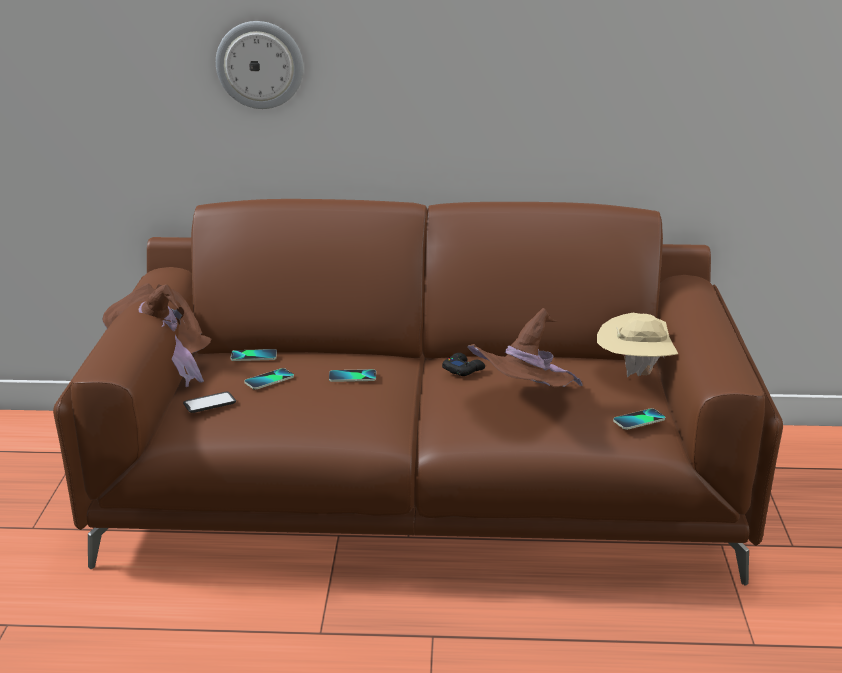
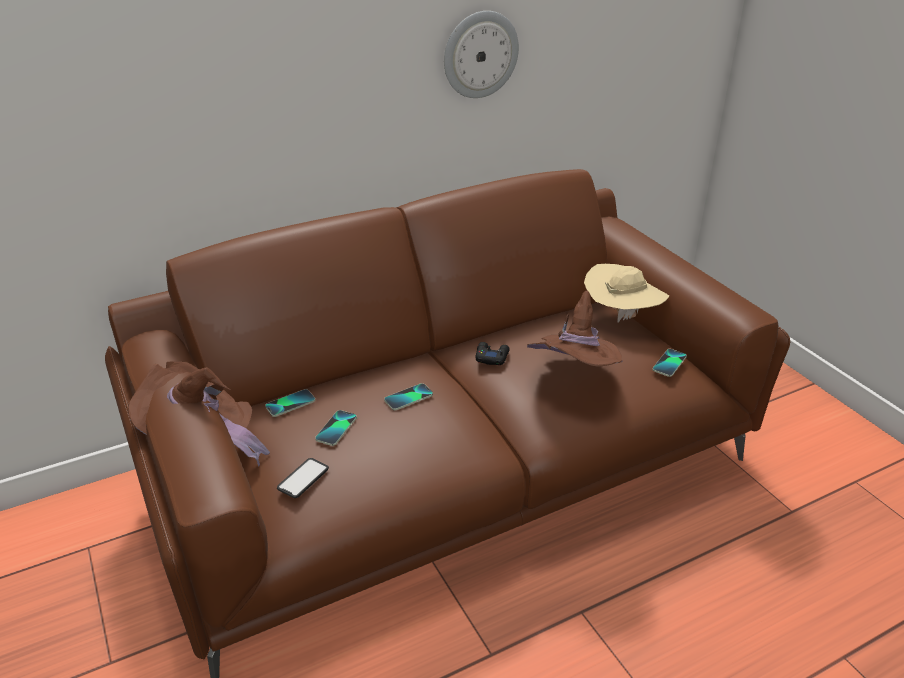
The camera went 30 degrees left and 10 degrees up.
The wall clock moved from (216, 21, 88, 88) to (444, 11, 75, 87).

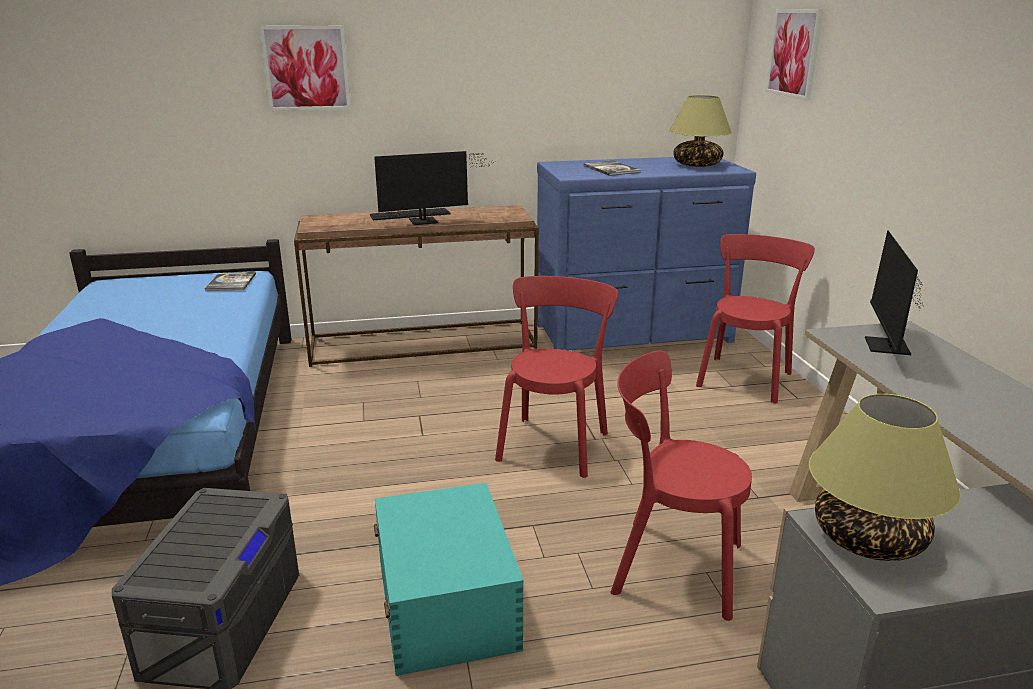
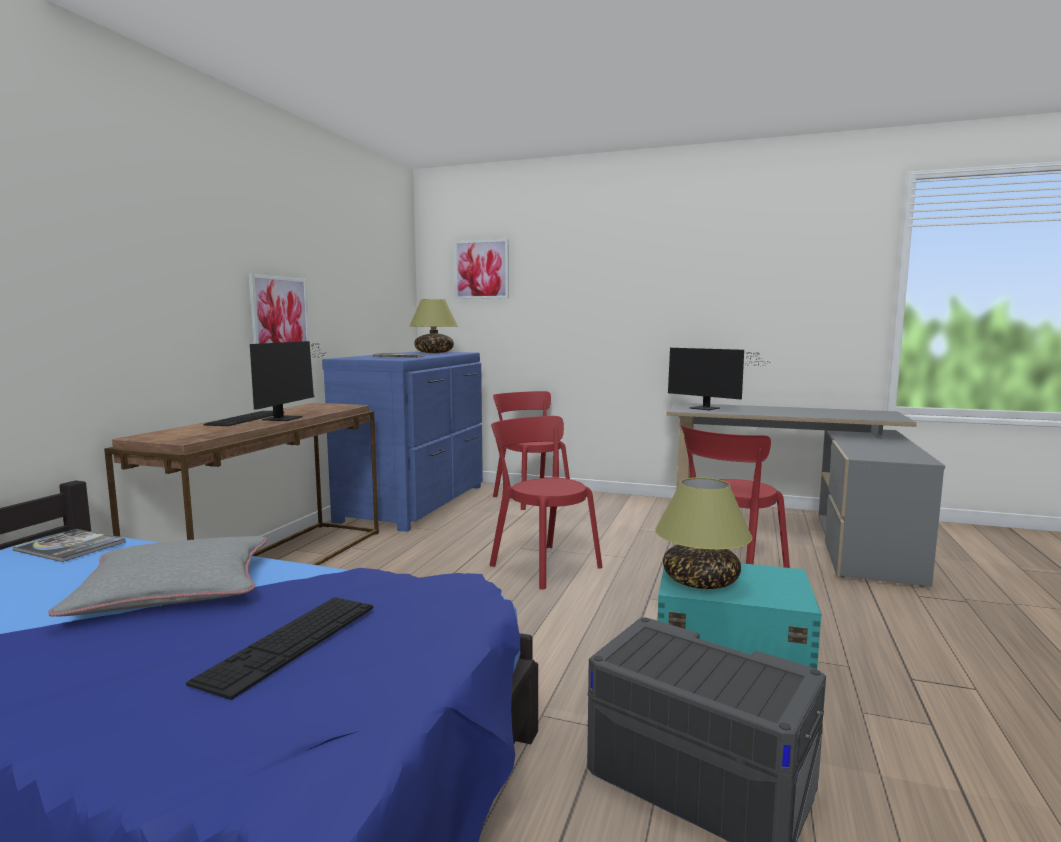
The camera went 60 degrees left and 15 degrees down.
The grey pillow at (48, 536, 219, 80) appeared.
The keyboard at (186, 597, 187, 103) appeared.
The picture moved from (259, 25, 92, 86) to (249, 274, 60, 70).
The table lamp moved from (809, 394, 152, 167) to (655, 478, 97, 111).

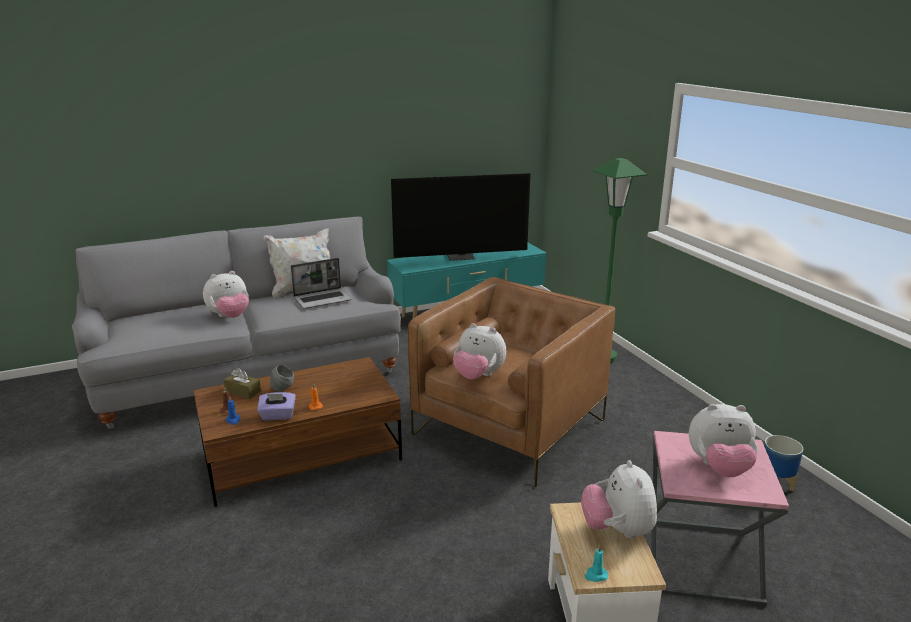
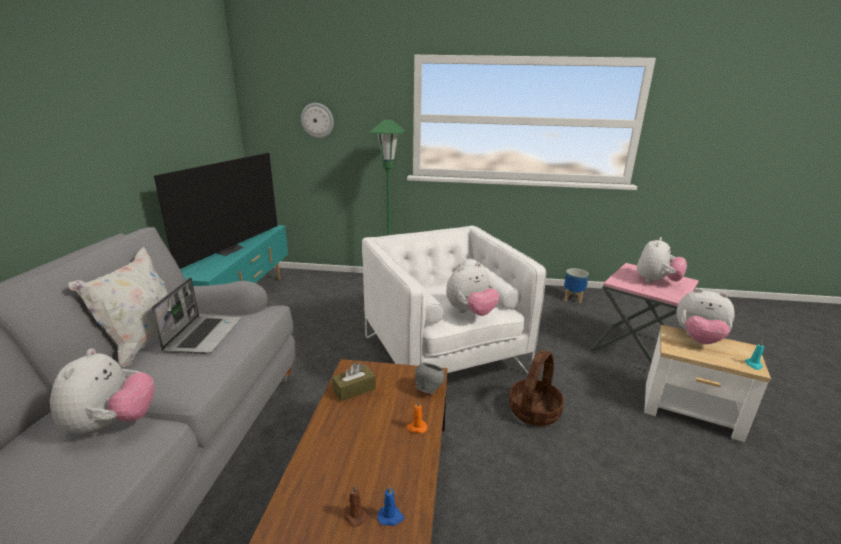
The camera went 60 degrees left and 0 degrees up.
The purple tissue box at (257, 392, 39, 29) disappeared.
The wall clock at (301, 103, 33, 35) appeared.
The basket at (509, 350, 55, 76) appeared.
The brown tissue box moved from (224, 368, 37, 31) to (332, 363, 44, 38).
The grey bowl moved from (270, 365, 24, 27) to (415, 362, 30, 32).
The brown armchair at (408, 277, 207, 210) became the white armchair at (362, 226, 184, 147).

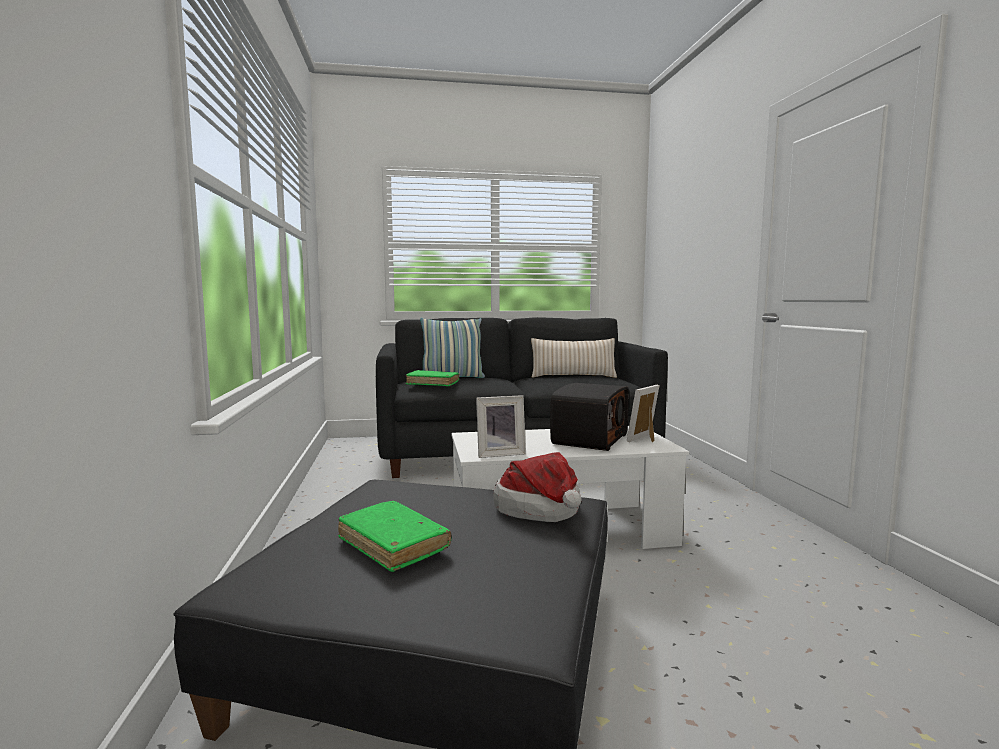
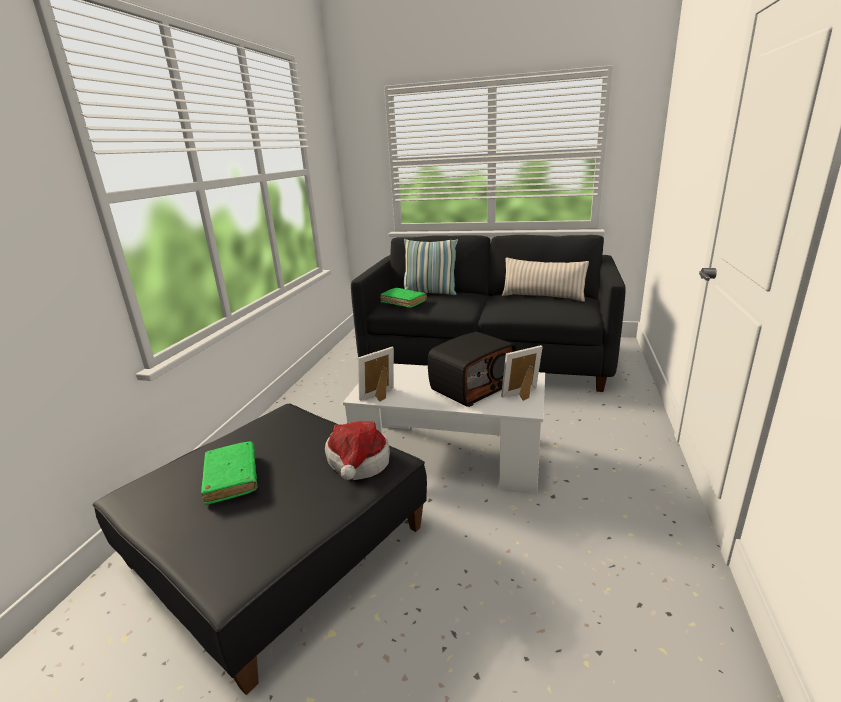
The camera went 25 degrees right and 15 degrees up.
The picture frame at (476, 395, 50, 63) turned 135 degrees clockwise.

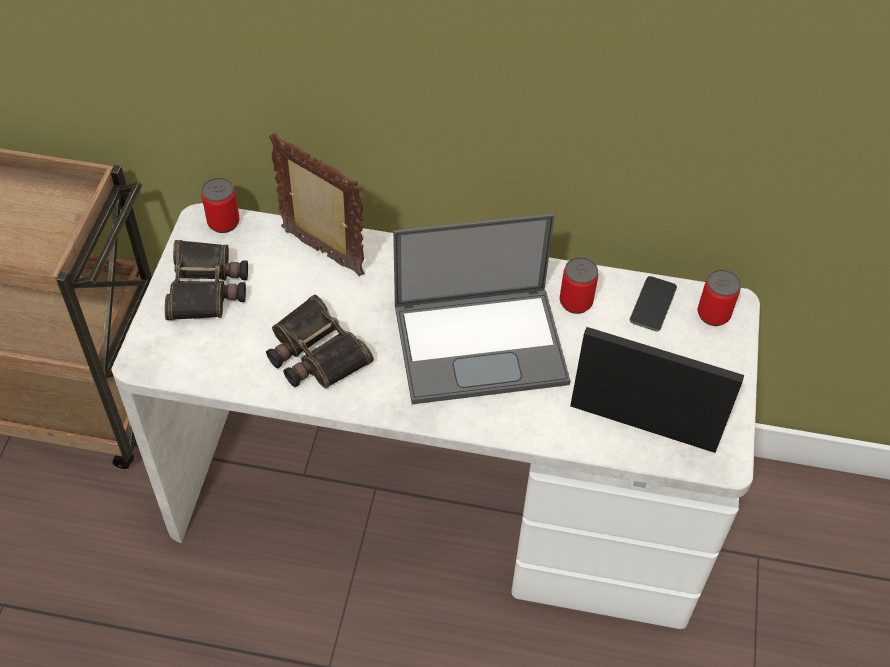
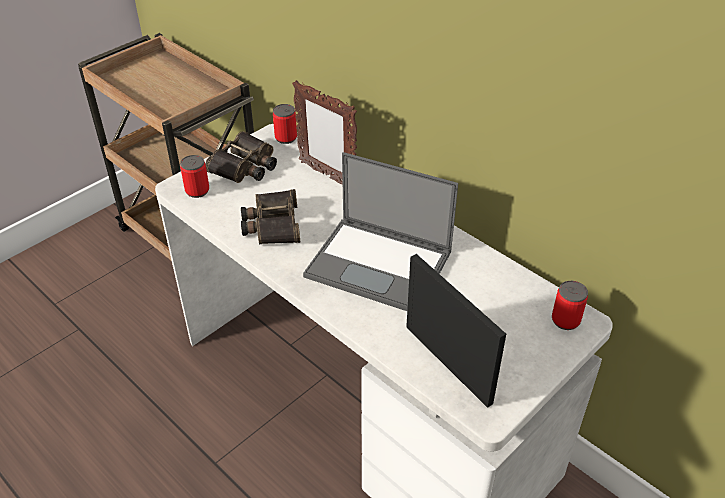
The camera went 35 degrees right and 10 degrees down.
The phone at (630, 276, 47, 55) disappeared.
The can moved from (560, 257, 38, 57) to (180, 155, 29, 43).
The picture frame at (269, 133, 95, 144) turned 150 degrees clockwise.

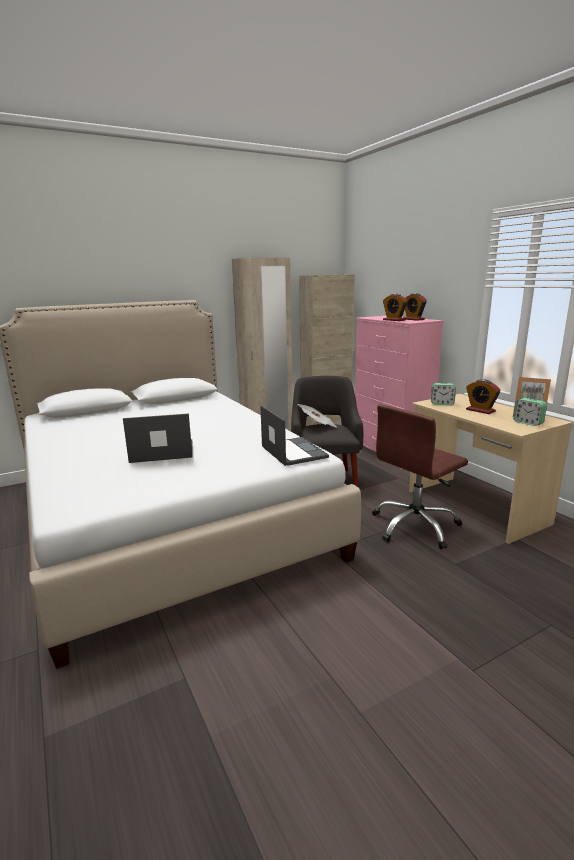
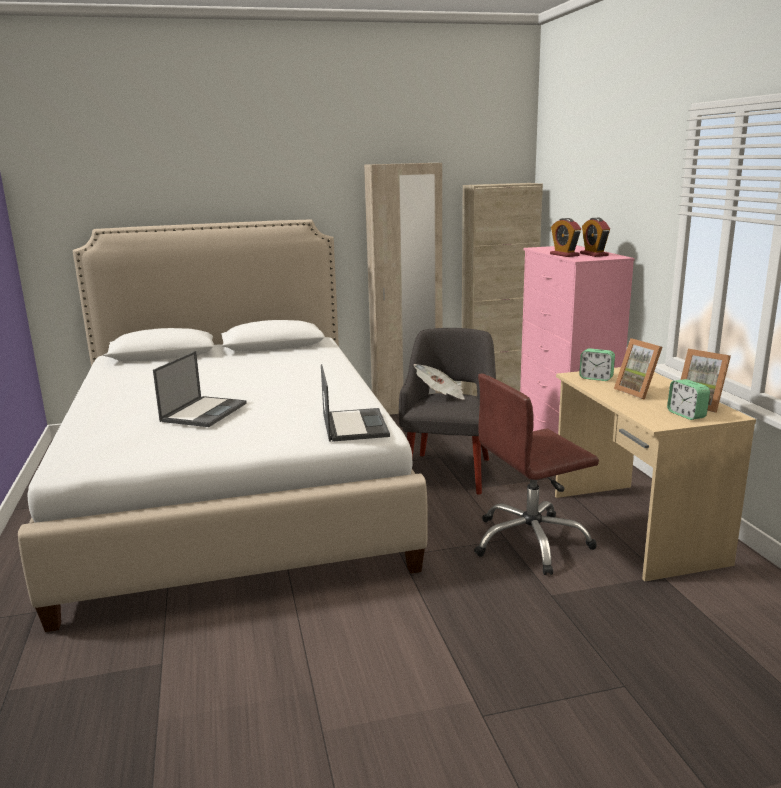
The camera went 15 degrees right and 0 degrees up.
The alarm clock at (466, 379, 35, 35) was replaced by the picture frame at (614, 338, 49, 62).
The laptop at (123, 413, 70, 50) turned 105 degrees clockwise.

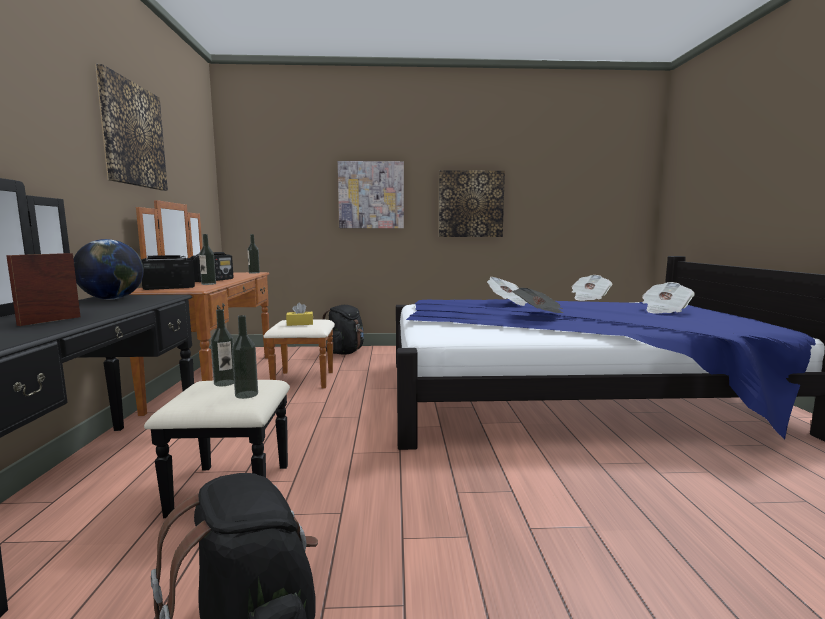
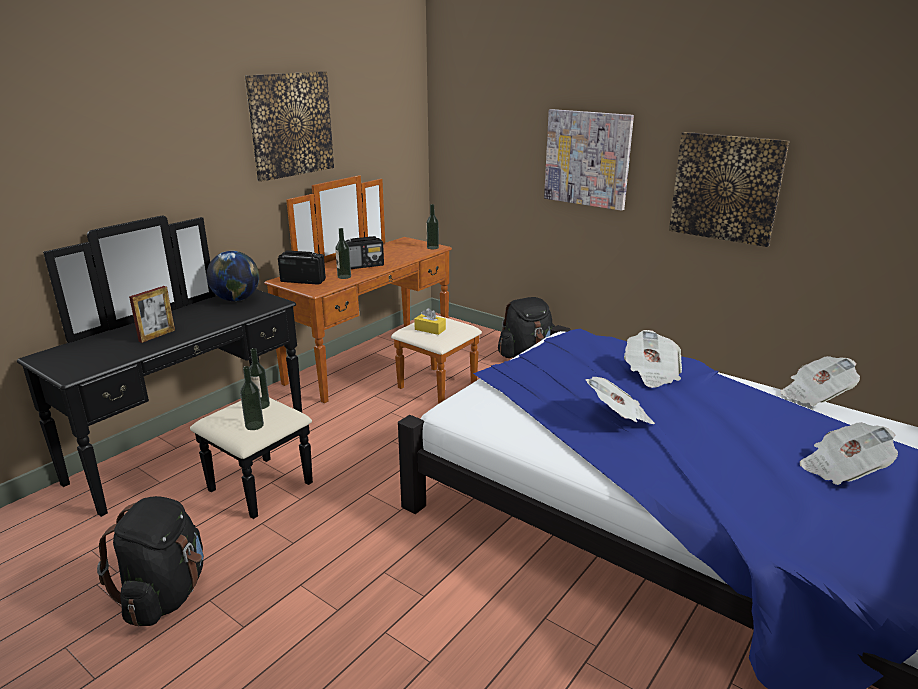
The camera went 40 degrees right and 15 degrees up.
The picture frame at (6, 253, 74, 73) turned 150 degrees clockwise.

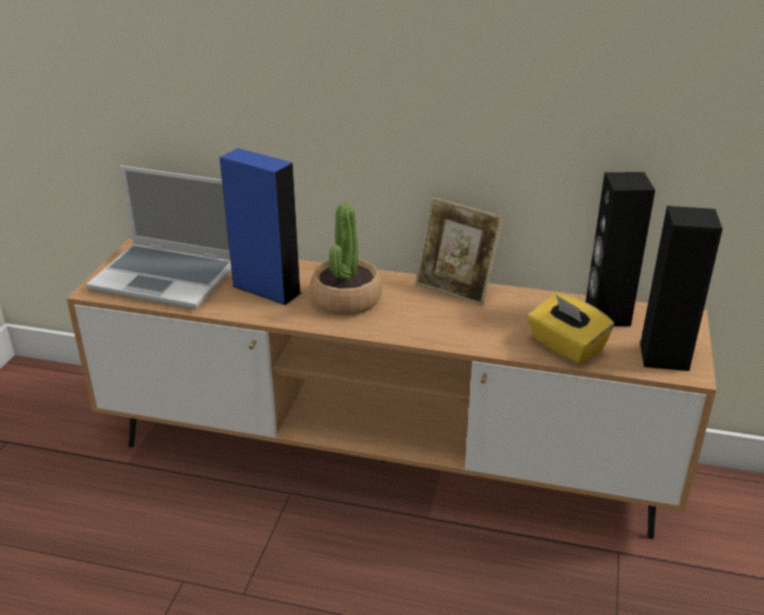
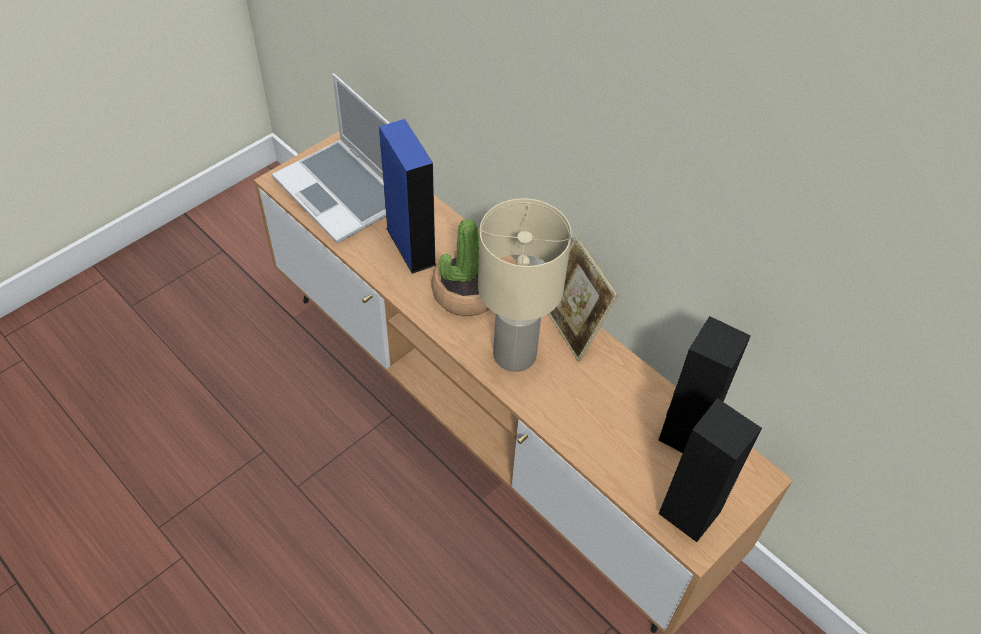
The camera went 30 degrees right and 20 degrees up.
The yellow tissue box at (528, 293, 86, 72) disappeared.
The beige table lamp at (478, 198, 94, 174) appeared.

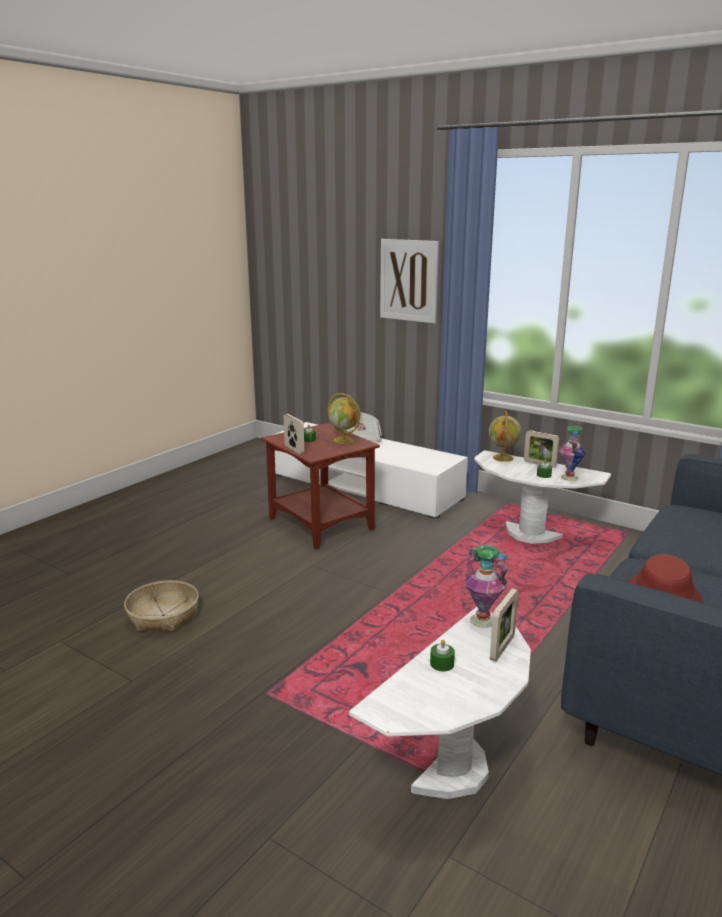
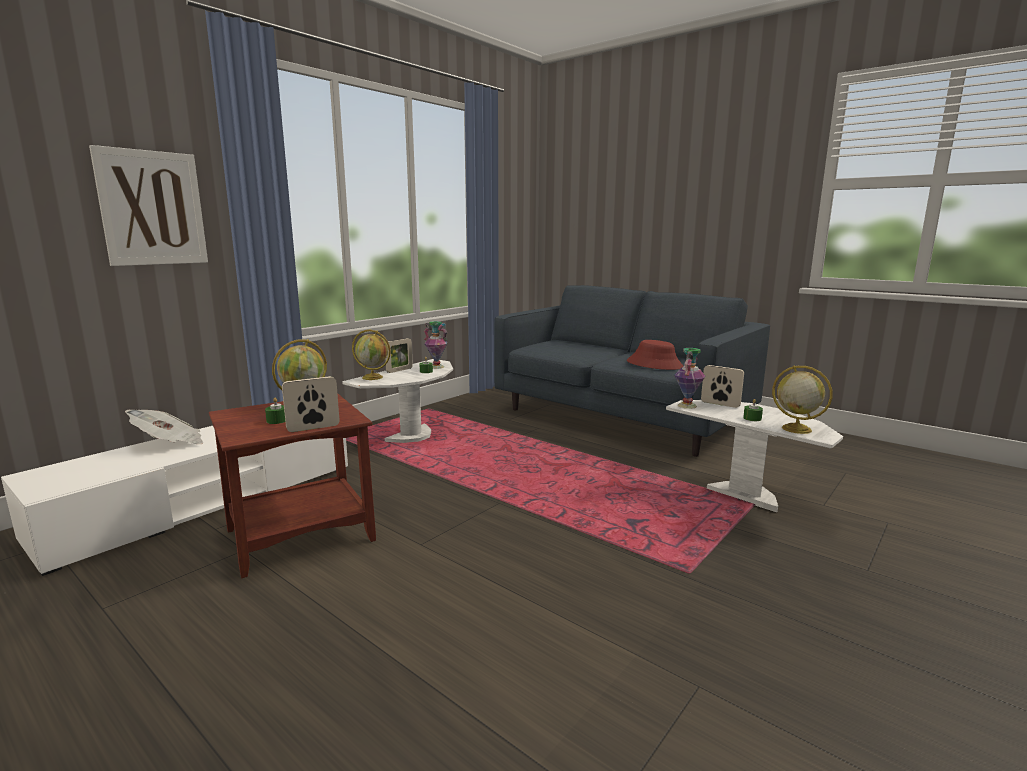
The camera went 85 degrees left and 5 degrees down.
The basket at (124, 580, 75, 52) disappeared.
The globe at (772, 365, 61, 69) appeared.

